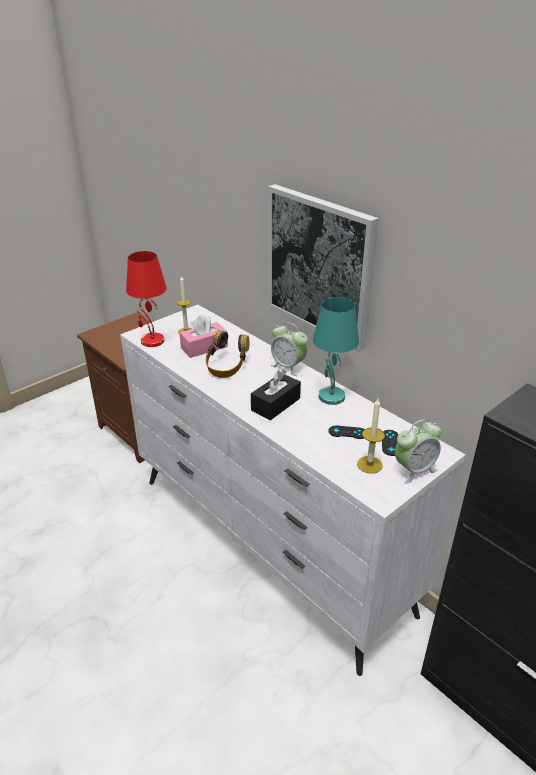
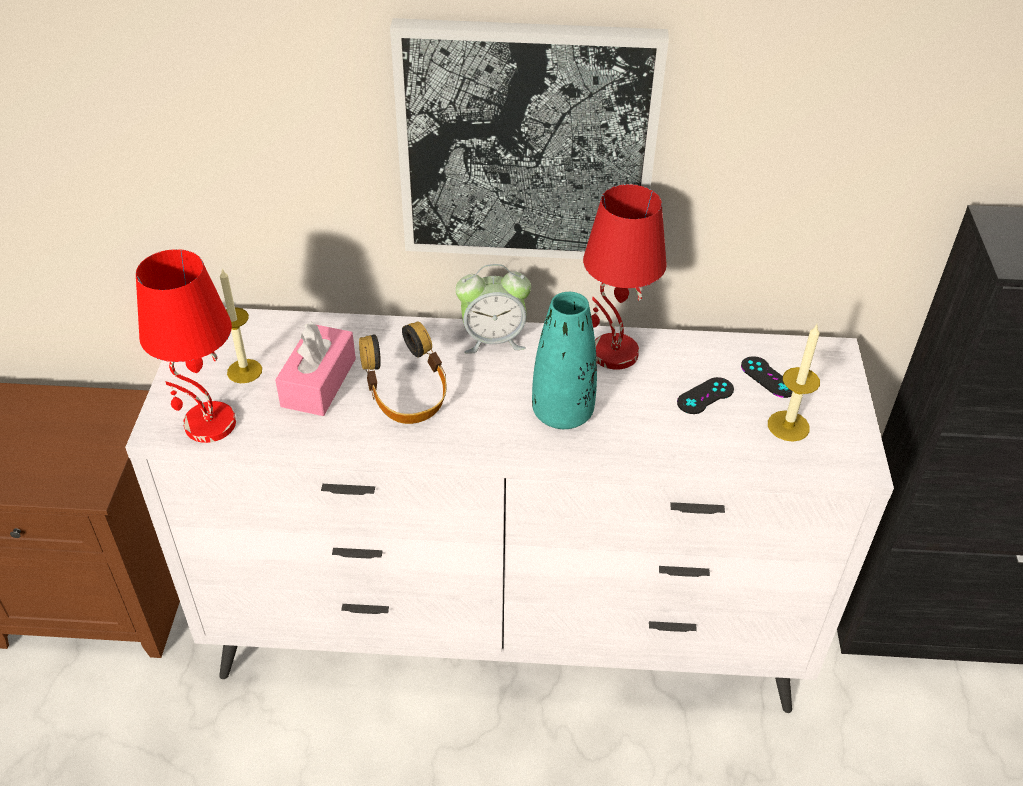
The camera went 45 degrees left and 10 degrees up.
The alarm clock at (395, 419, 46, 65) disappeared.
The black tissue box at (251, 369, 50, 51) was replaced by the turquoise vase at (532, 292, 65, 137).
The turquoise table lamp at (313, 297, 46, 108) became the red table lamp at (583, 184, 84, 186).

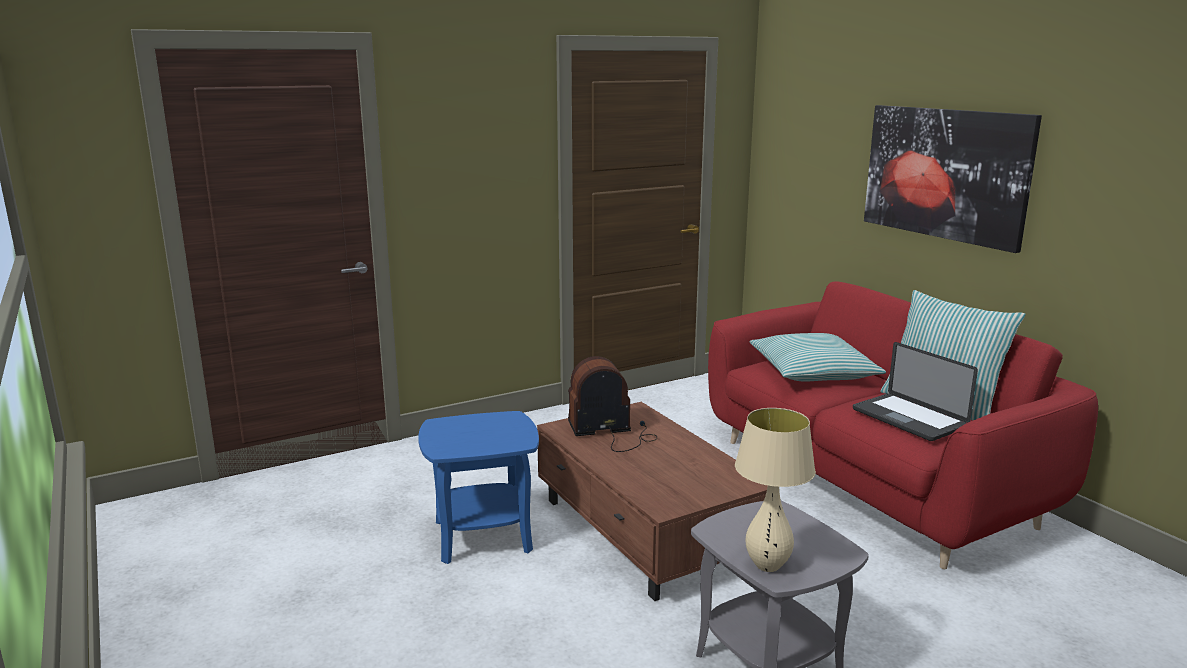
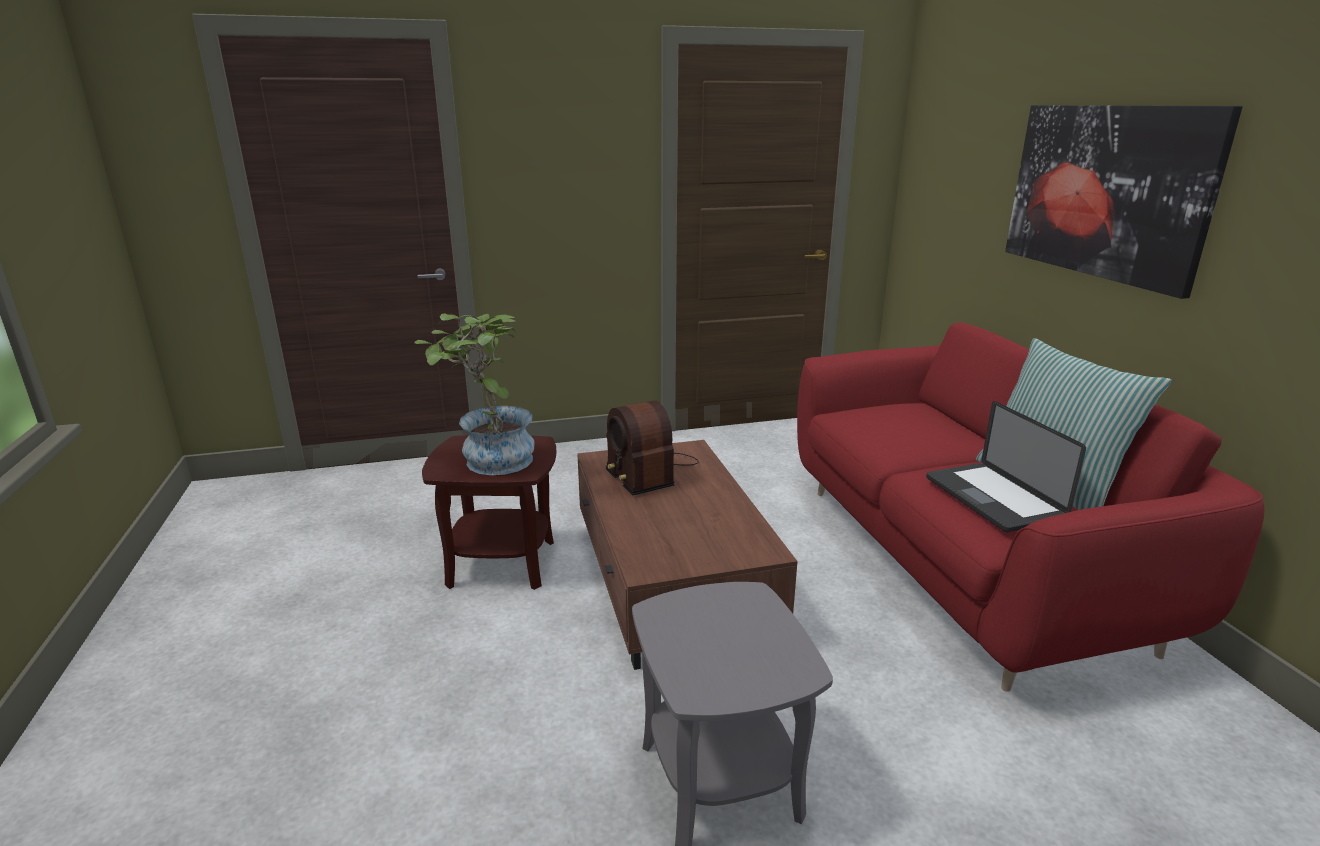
The camera went 15 degrees right and 5 degrees up.
The beige table lamp at (735, 408, 81, 164) disappeared.
The pillow at (750, 333, 136, 48) disappeared.
The potted plant at (414, 313, 120, 162) appeared.
The blue side table at (418, 411, 121, 153) became the brown side table at (422, 435, 134, 155).
The radio at (568, 356, 89, 96) turned 120 degrees counterclockwise.

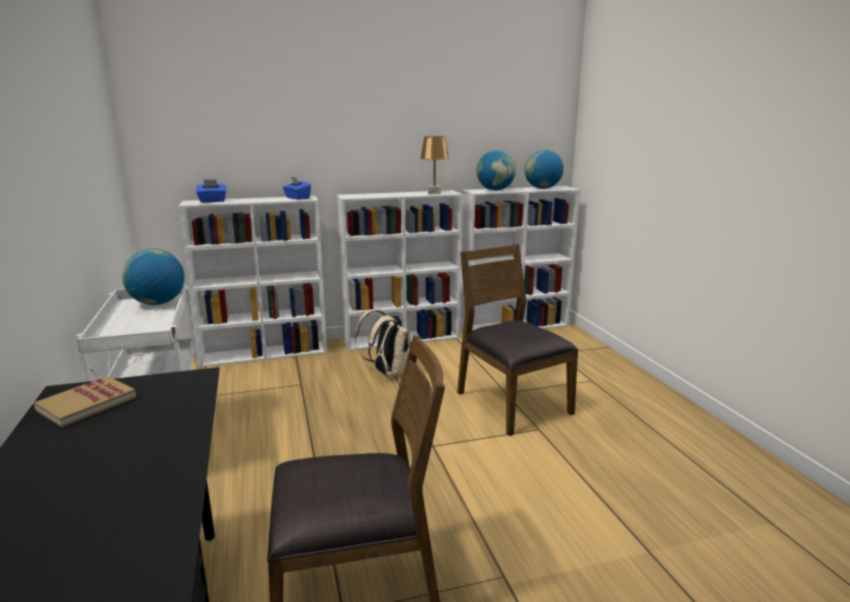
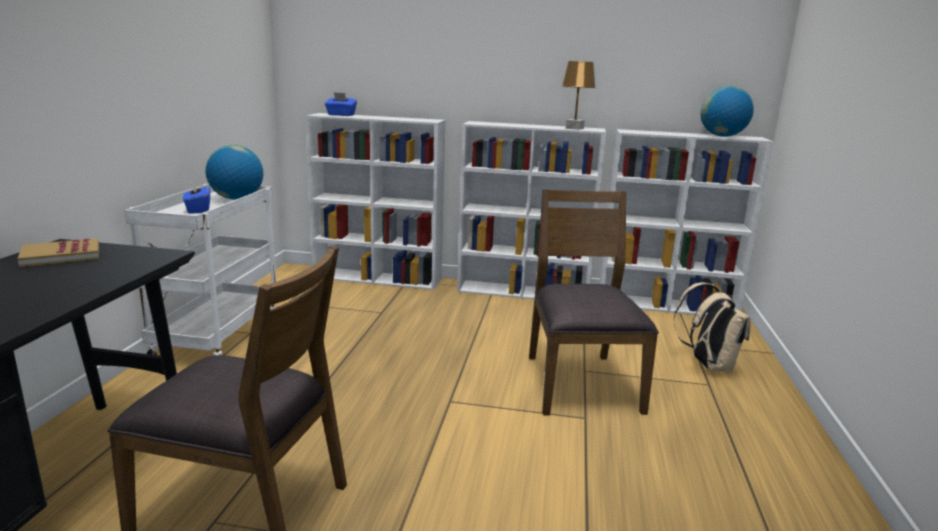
The camera went 25 degrees right and 0 degrees up.
The globe at (477, 150, 39, 40) disappeared.
The blue tissue box moved from (283, 177, 28, 23) to (183, 180, 27, 34).
The beige backpack moved from (355, 310, 56, 67) to (674, 282, 76, 90).

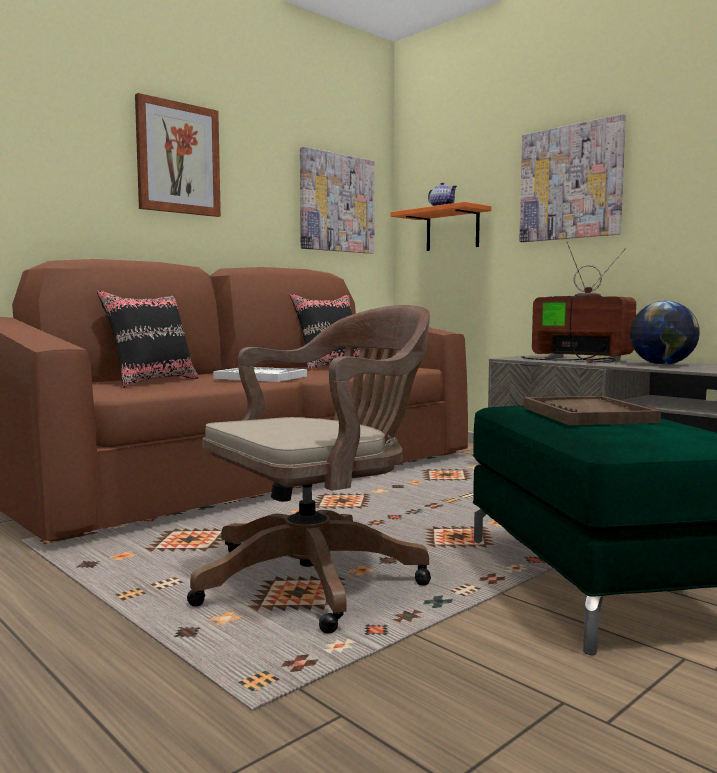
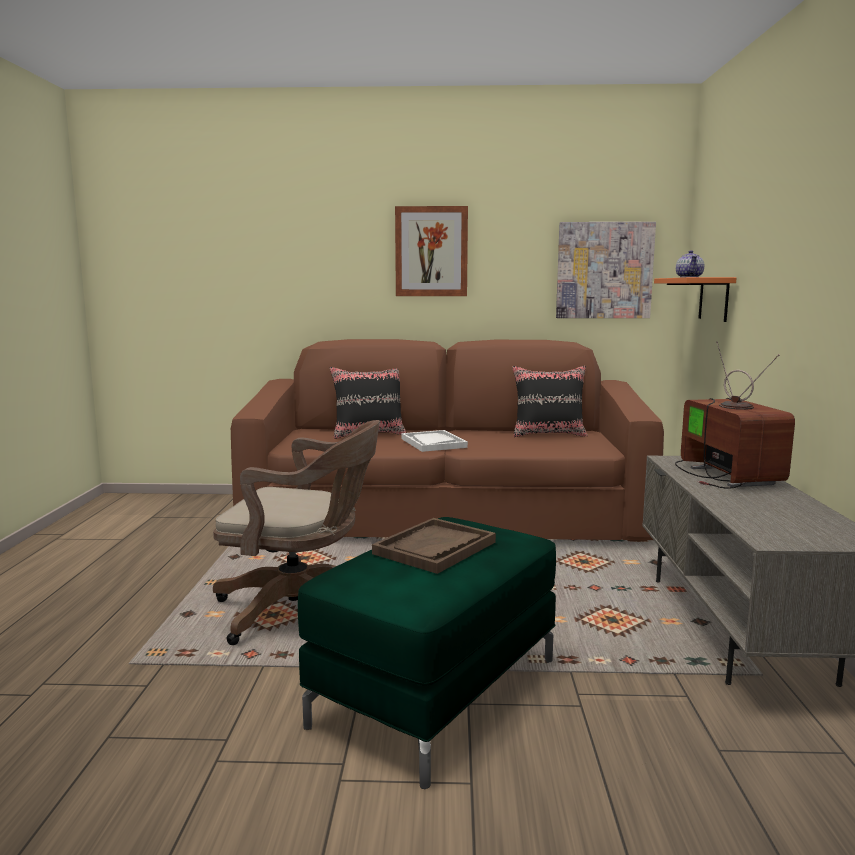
The camera went 45 degrees right and 5 degrees up.
The picture at (519, 114, 107, 128) disappeared.
The globe at (630, 301, 70, 64) disappeared.

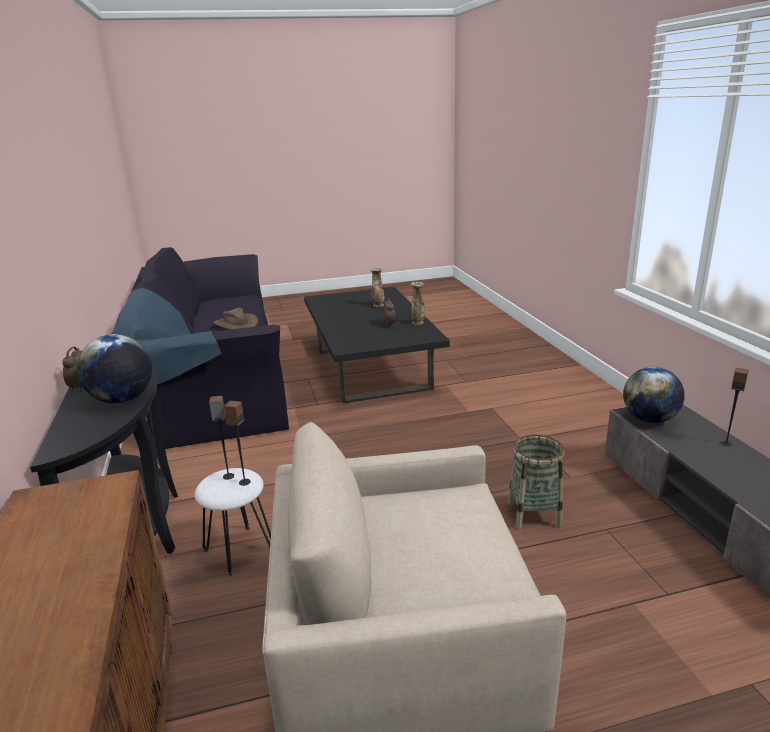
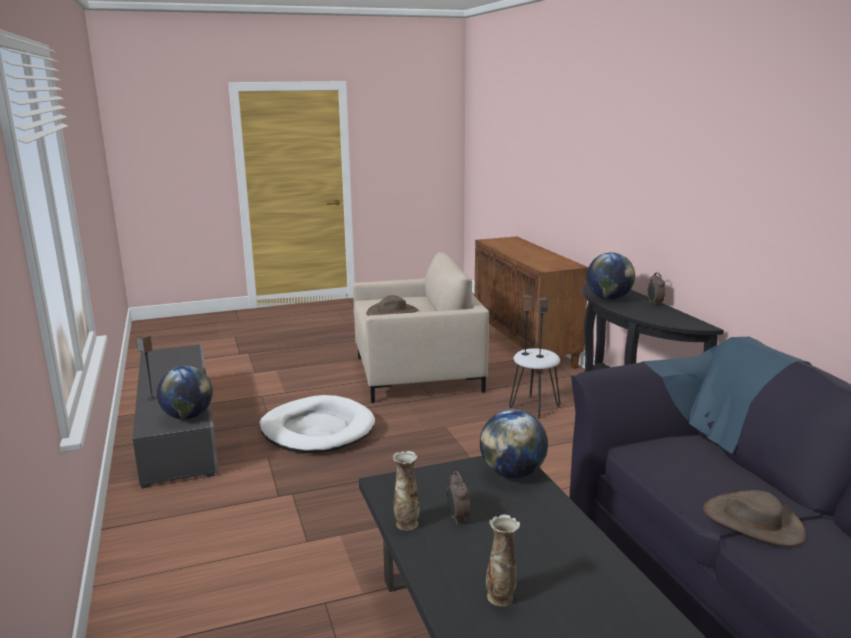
The camera went 175 degrees right and 5 degrees down.
The brown hat at (367, 295, 51, 21) appeared.
The globe at (480, 409, 68, 69) appeared.
The basket at (508, 434, 57, 95) was replaced by the white dog bed at (259, 395, 116, 58).

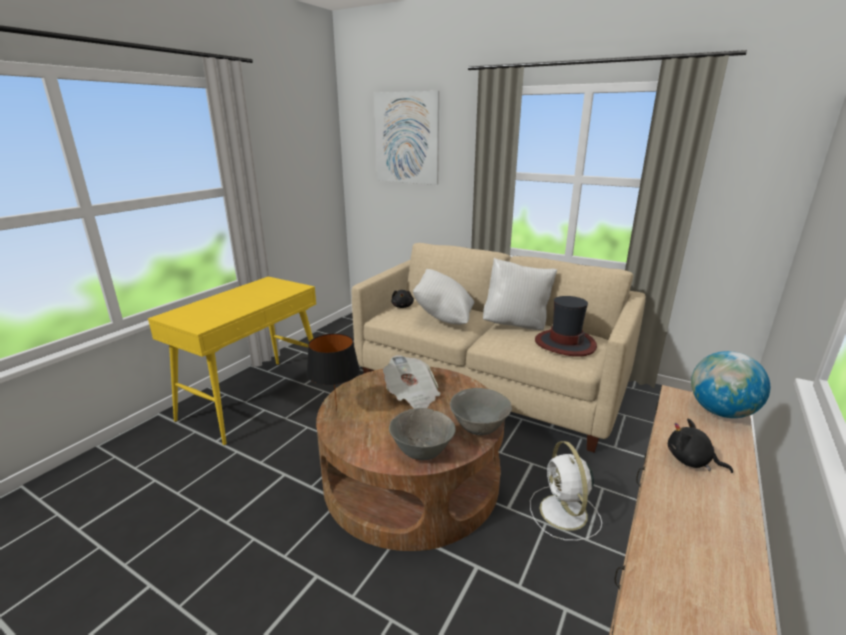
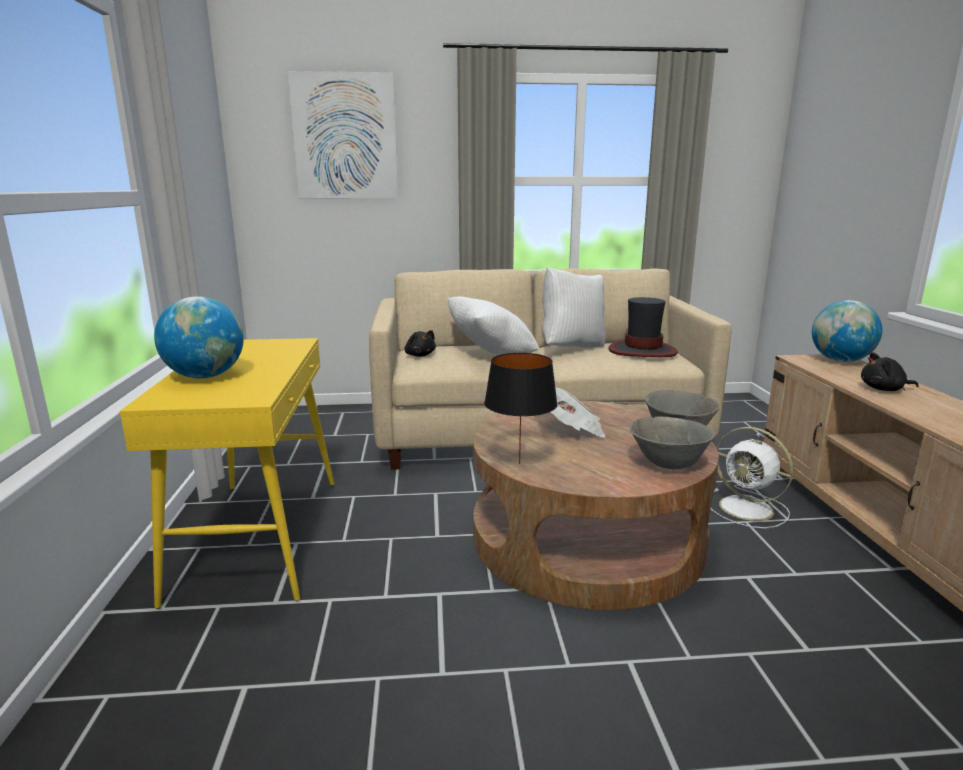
The camera went 35 degrees left and 5 degrees down.
The globe at (154, 296, 90, 83) appeared.

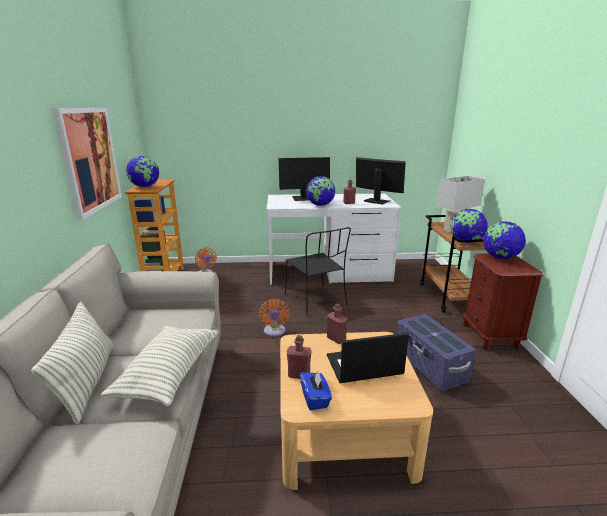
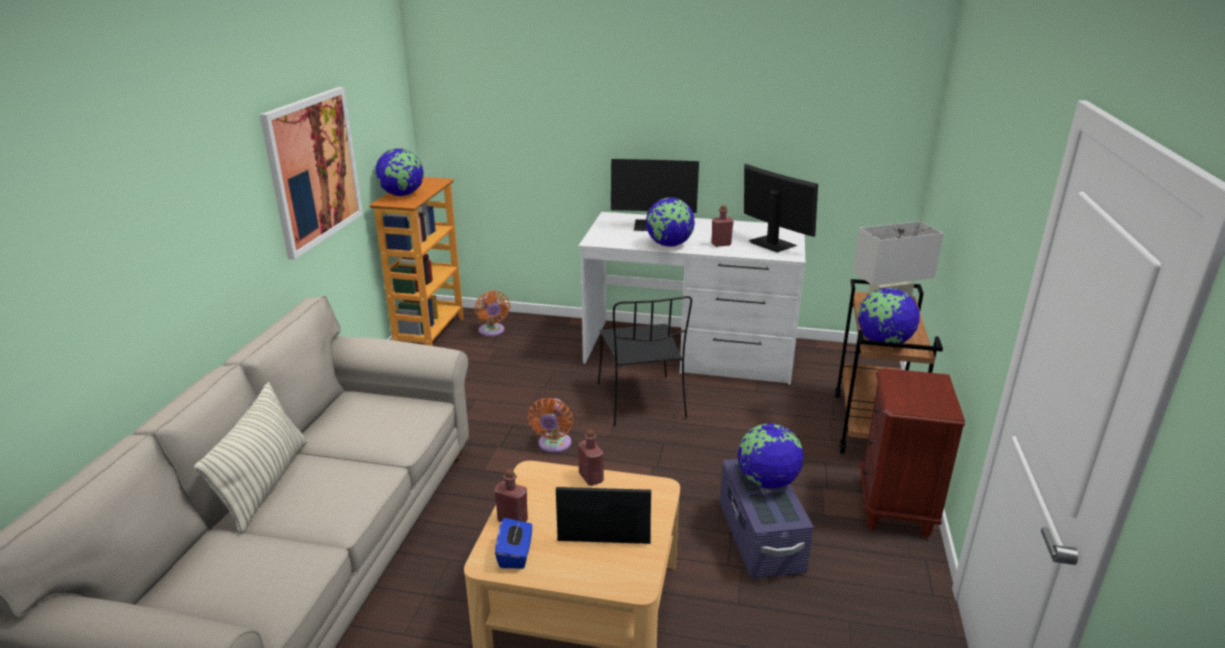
The camera went 15 degrees right and 5 degrees up.
The pillow at (101, 326, 118, 81) disappeared.
The globe moved from (483, 221, 43, 38) to (737, 423, 67, 66).

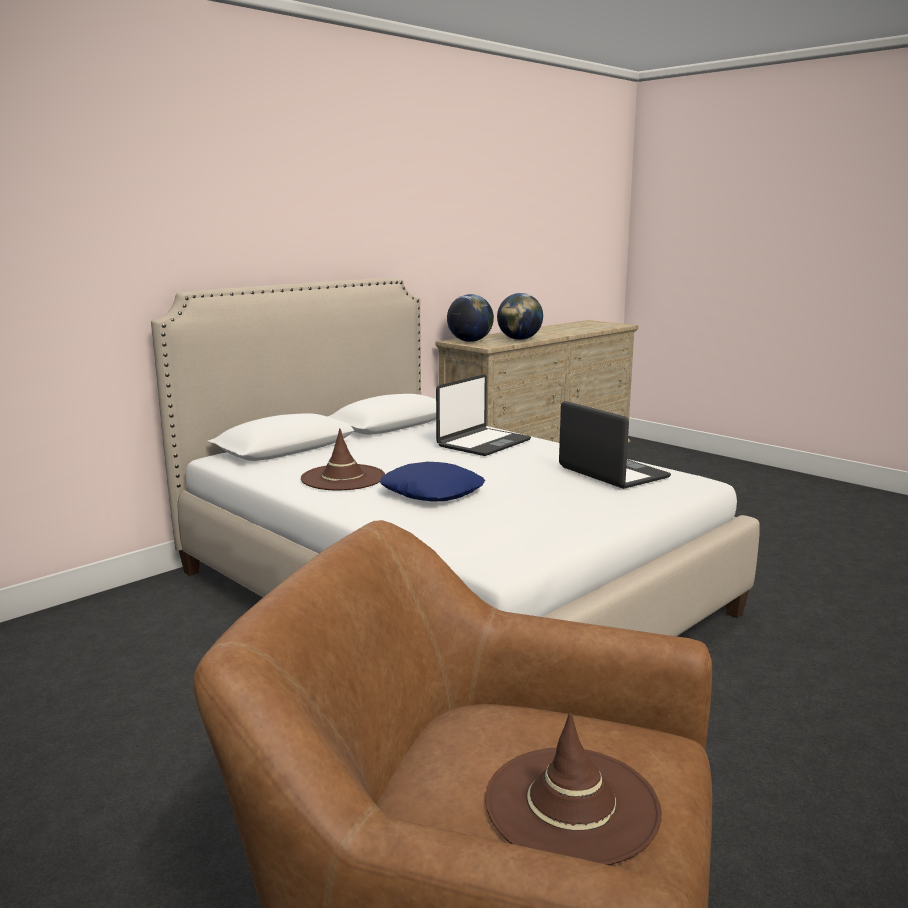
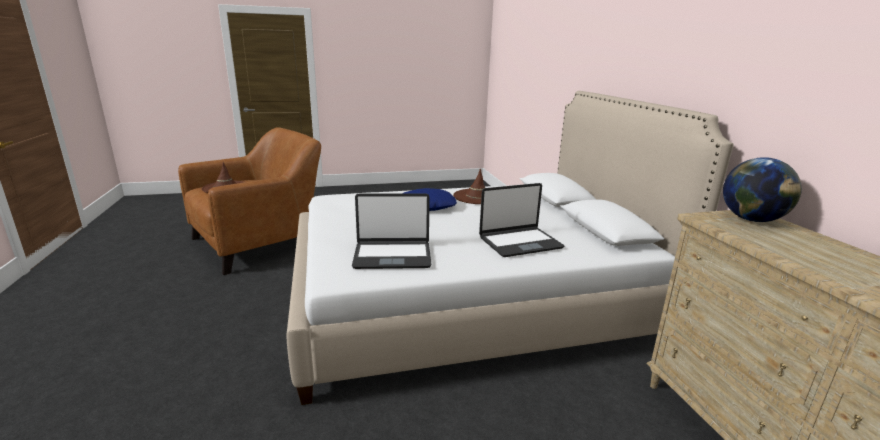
The camera went 120 degrees right and 5 degrees up.
The globe at (497, 293, 46, 47) disappeared.
The laptop at (436, 374, 95, 82) turned 90 degrees counterclockwise.

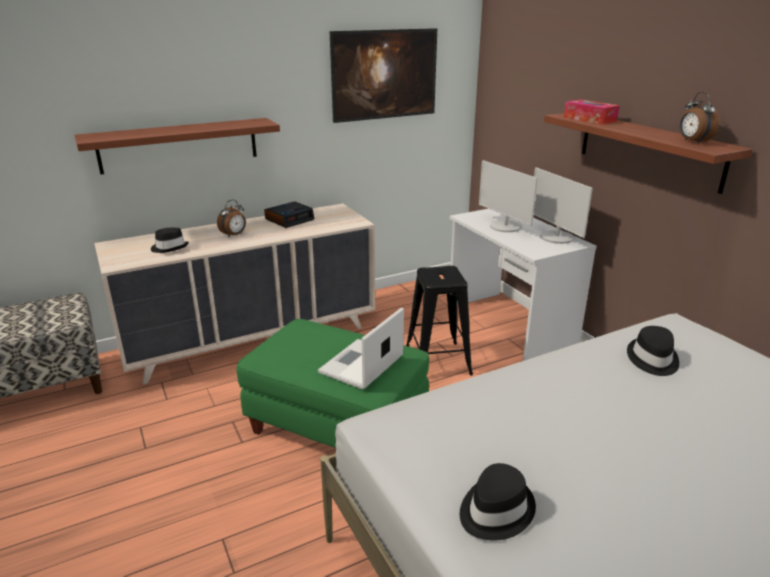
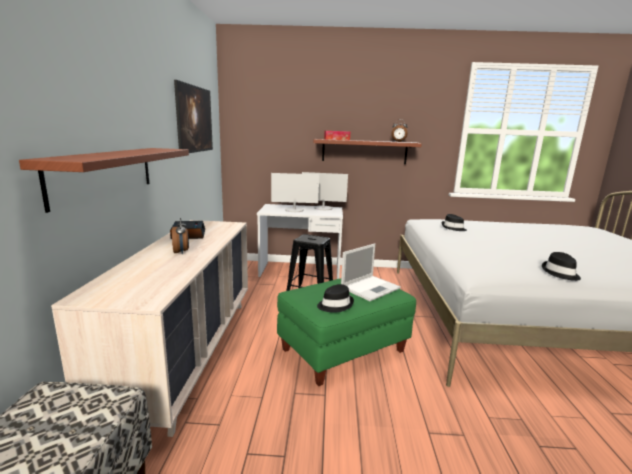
The camera went 60 degrees left and 10 degrees down.
The black hat moved from (151, 228, 38, 25) to (317, 284, 37, 29).
The laptop at (318, 307, 86, 83) turned 105 degrees counterclockwise.

